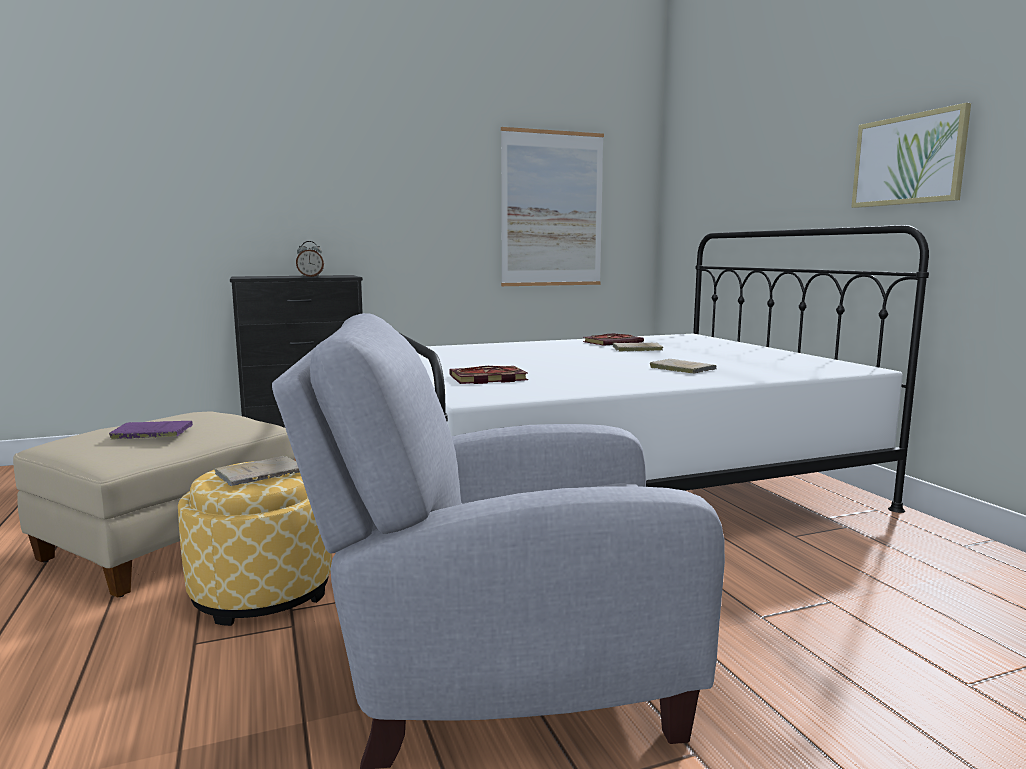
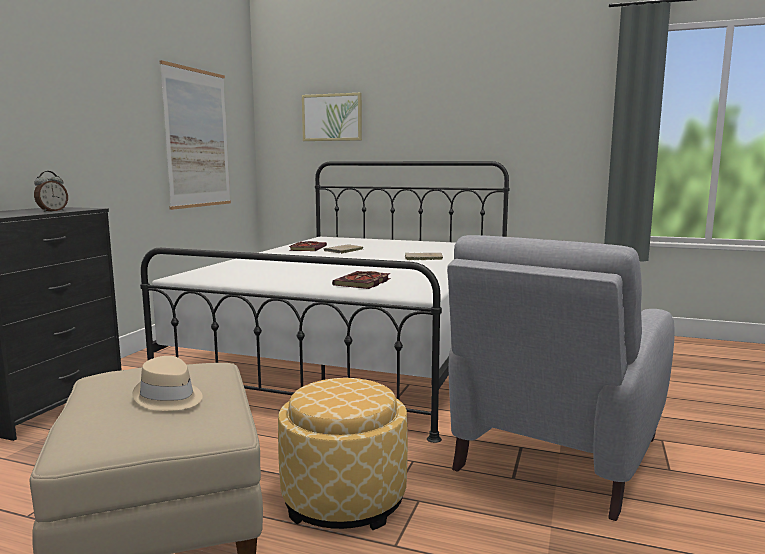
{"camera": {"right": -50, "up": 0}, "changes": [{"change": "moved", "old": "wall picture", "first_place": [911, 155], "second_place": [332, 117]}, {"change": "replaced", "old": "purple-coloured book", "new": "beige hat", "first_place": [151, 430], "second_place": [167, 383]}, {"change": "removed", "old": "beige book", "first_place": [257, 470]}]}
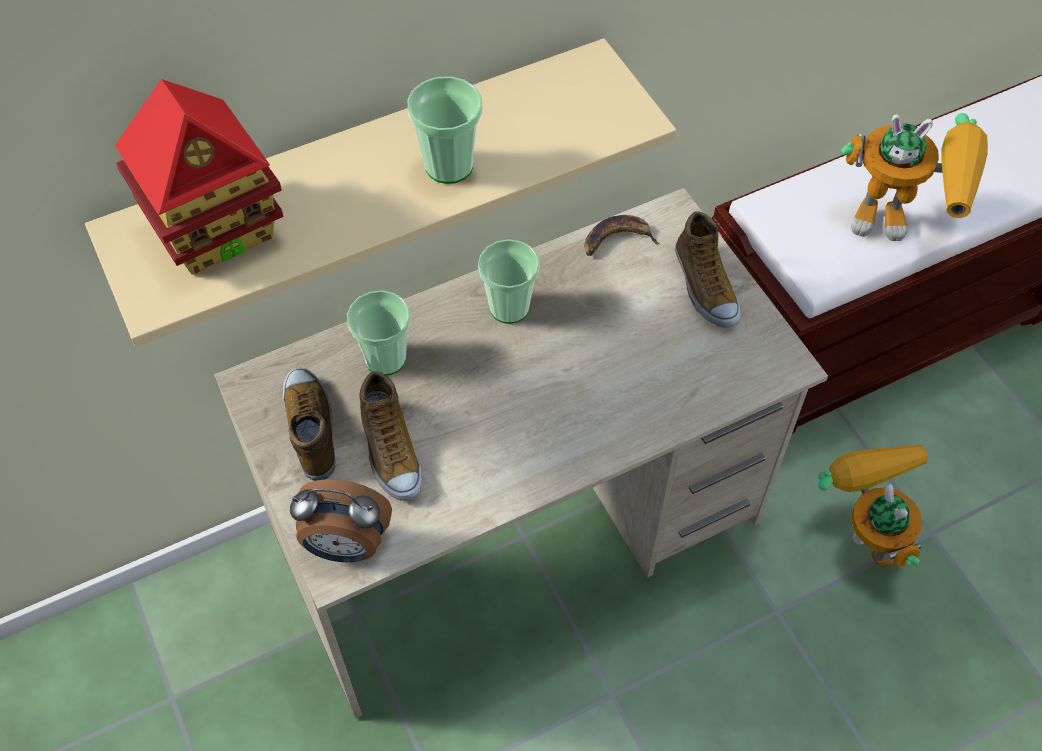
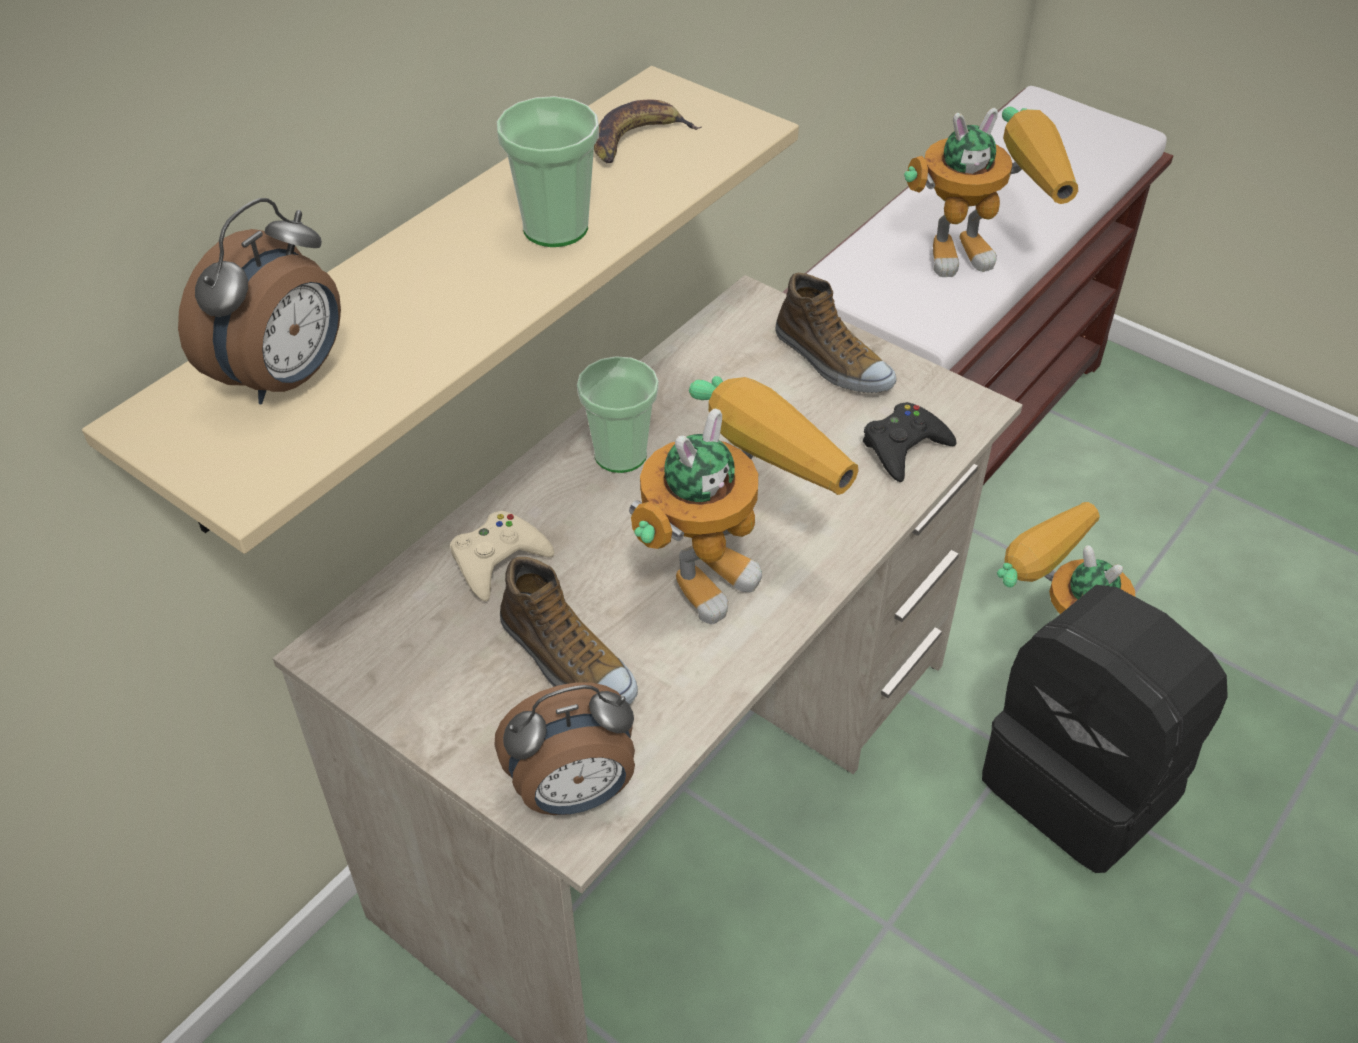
{"camera": {"right": -25, "up": -10}, "changes": [{"change": "replaced", "old": "model house", "new": "bedside clock", "first_place": [199, 177], "second_place": [259, 301]}, {"change": "moved", "old": "banana", "first_place": [621, 235], "second_place": [647, 131]}, {"change": "replaced", "old": "drinking cup", "new": "beige gamepad", "first_place": [379, 333], "second_place": [502, 556]}, {"change": "removed", "old": "item of footwear", "first_place": [309, 424]}, {"change": "added", "new": "toy robot", "second_place": [744, 500]}, {"change": "added", "new": "blackish gamepad", "second_place": [909, 442]}, {"change": "added", "new": "blackish backpack", "second_place": [1105, 729]}]}
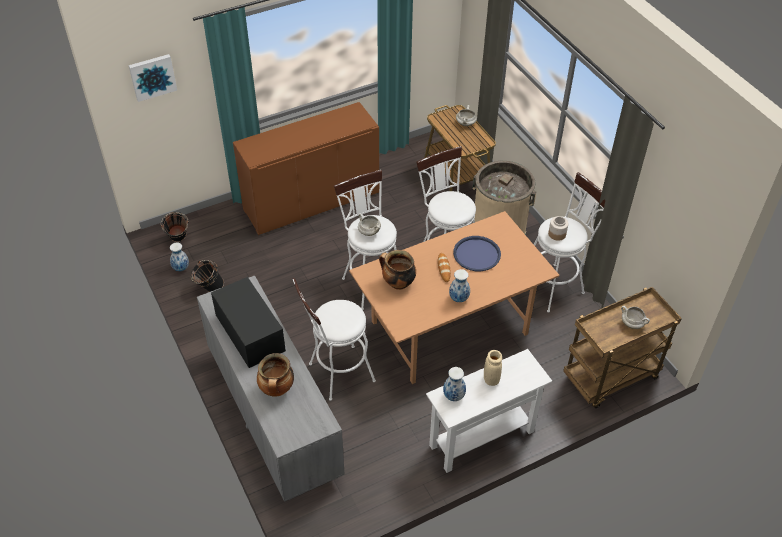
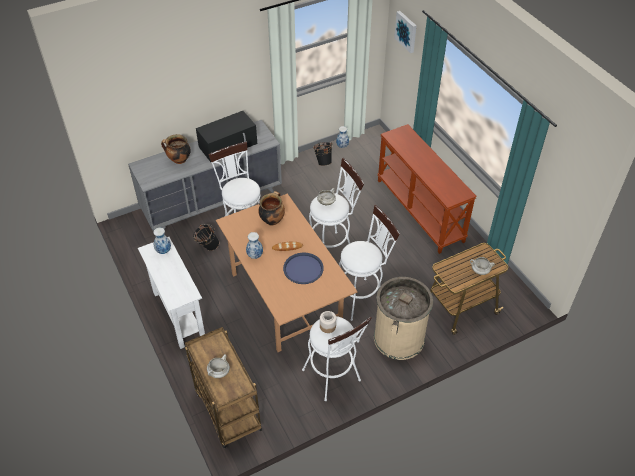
{"camera": {"right": 90, "up": 0}, "changes": [{"change": "replaced", "old": "brown cupboard", "new": "brown console table", "first_place": [306, 168], "second_place": [427, 189]}, {"change": "moved", "old": "blackish water bucket", "first_place": [174, 227], "second_place": [206, 237]}, {"change": "removed", "old": "beige vase", "first_place": [493, 368]}]}
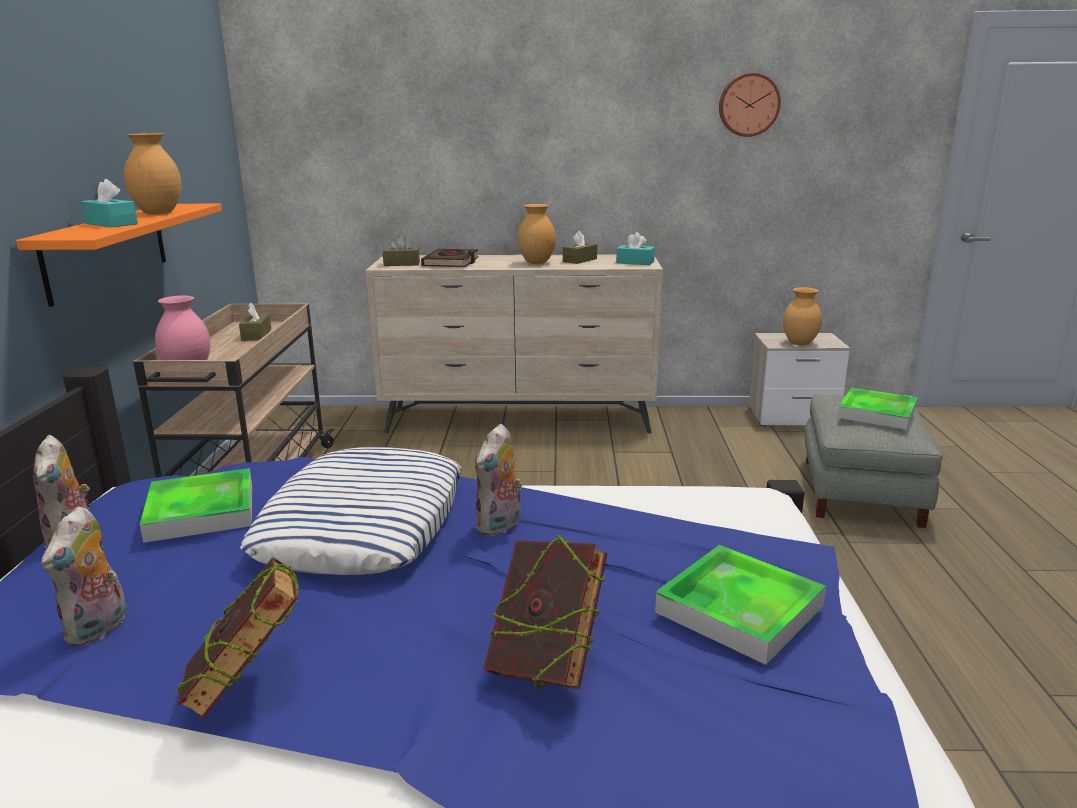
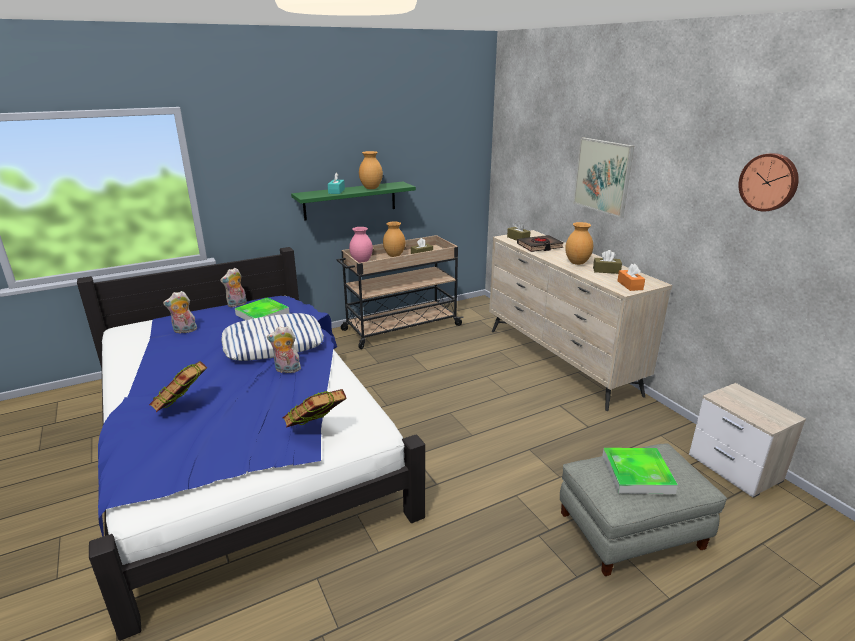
{"camera": {"right": 60, "up": 5}, "changes": [{"change": "recoloured", "old": "orangey bracket shelf", "new": "greenish bracket shelf", "first_place": [119, 255], "second_place": [353, 201]}, {"change": "recoloured", "old": "turquoise-coloured tissue holder", "new": "orangey tissue holder", "first_place": [635, 248], "second_place": [631, 277]}, {"change": "moved", "old": "brown vase", "first_place": [802, 316], "second_place": [394, 239]}, {"change": "removed", "old": "tray", "first_place": [740, 605]}, {"change": "moved", "old": "book", "first_place": [237, 638], "second_place": [315, 408]}, {"change": "added", "new": "wall picture", "second_place": [603, 177]}]}
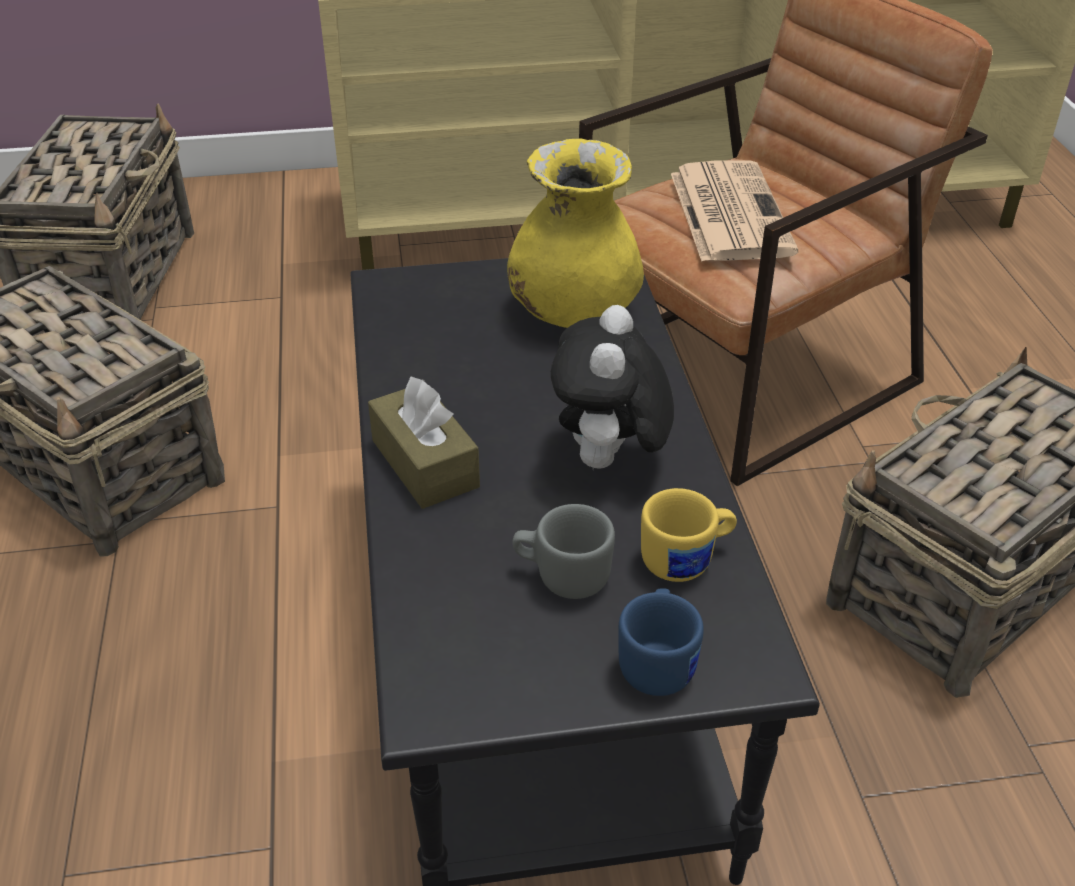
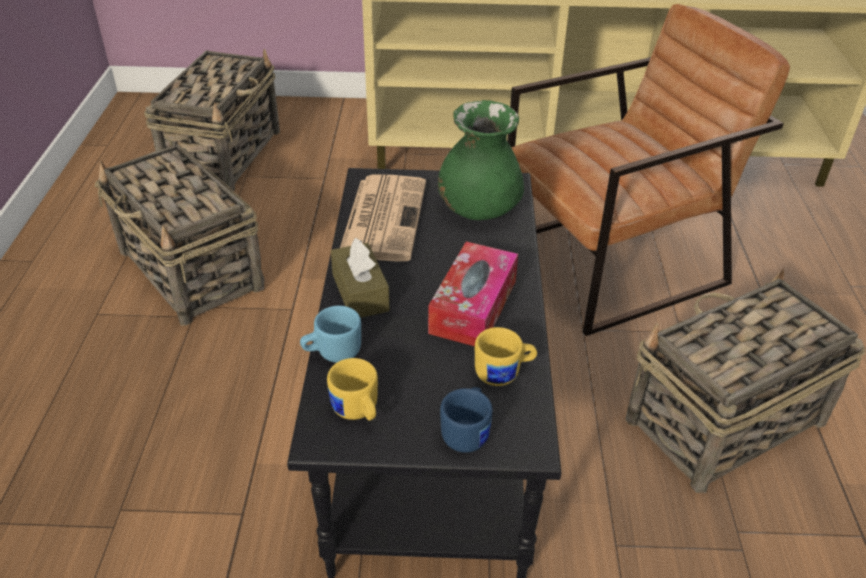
{"camera": {"right": 10, "up": 0}, "changes": [{"change": "recoloured", "old": "yellow vase", "new": "greenish vase", "first_place": [575, 233], "second_place": [481, 160]}, {"change": "moved", "old": "newspaper", "first_place": [734, 211], "second_place": [383, 217]}, {"change": "replaced", "old": "soft toy", "new": "tissue holder", "first_place": [612, 387], "second_place": [473, 294]}, {"change": "removed", "old": "gray mug", "first_place": [563, 551]}, {"change": "added", "new": "blue-coloured mug", "second_place": [330, 334]}, {"change": "added", "new": "yellow mug", "second_place": [352, 389]}]}
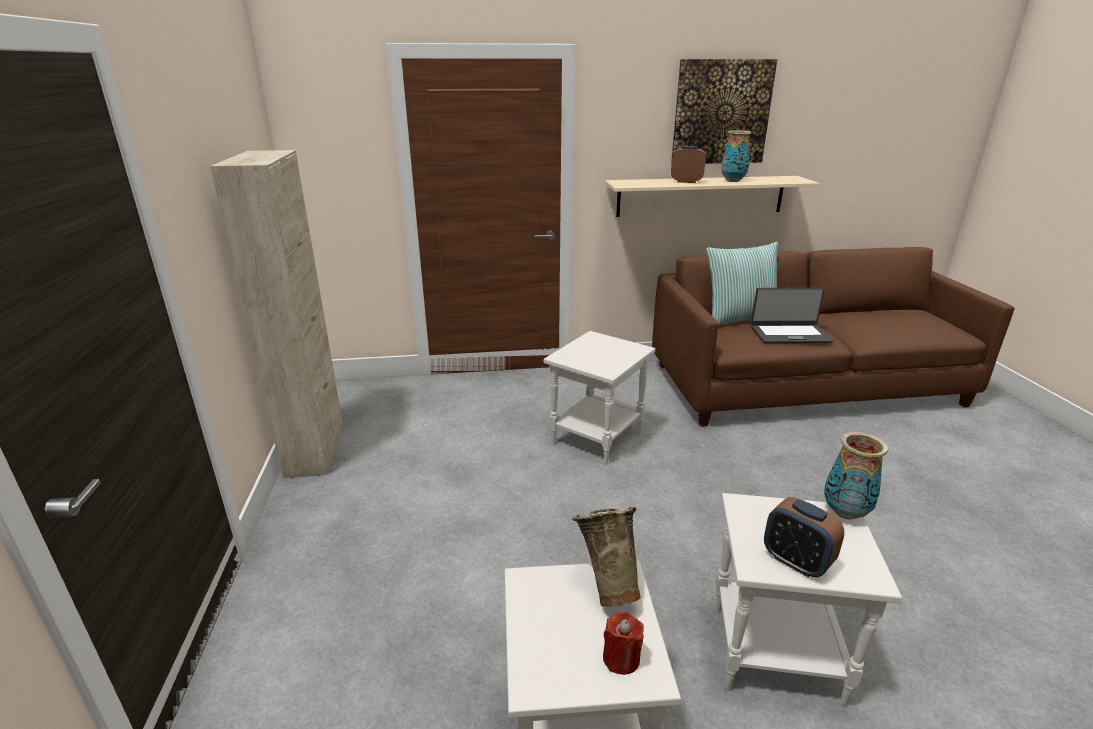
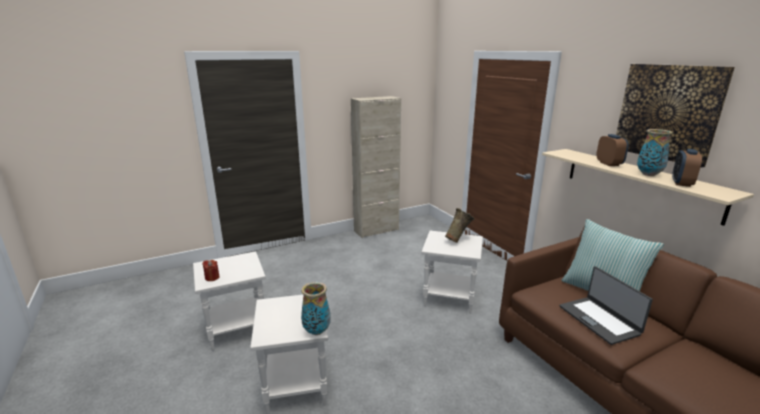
{"camera": {"right": 70, "up": -5}, "changes": [{"change": "moved", "old": "bedside clock", "first_place": [804, 537], "second_place": [687, 168]}, {"change": "moved", "old": "beige vase", "first_place": [606, 556], "second_place": [460, 225]}]}
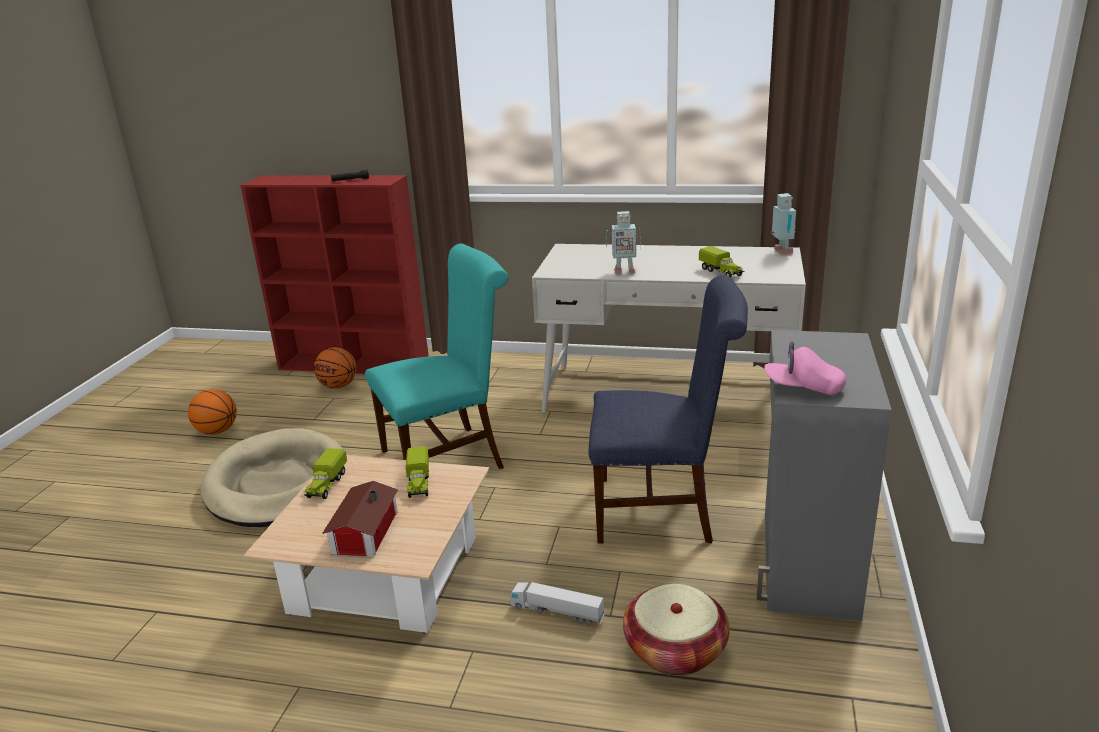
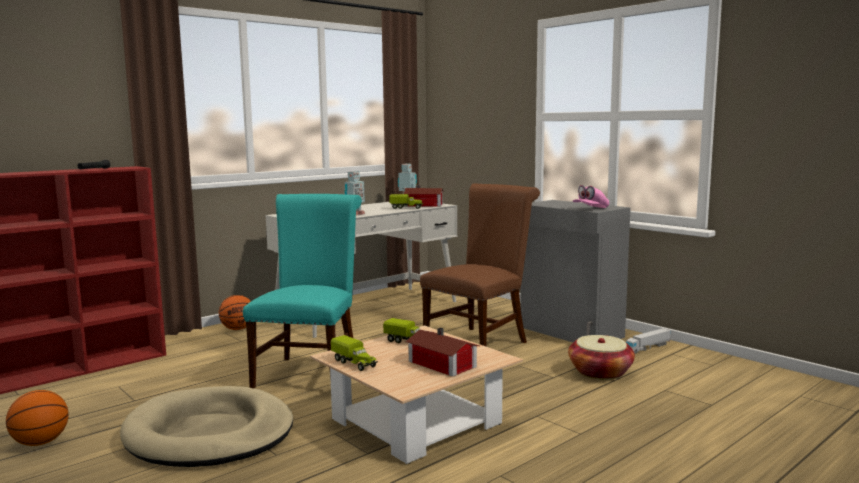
{"camera": {"right": -55, "up": -15}, "changes": [{"change": "recoloured", "old": "blue-coloured plain chair", "new": "brown plain chair", "first_place": [668, 409], "second_place": [480, 265]}, {"change": "moved", "old": "basketball ball", "first_place": [335, 368], "second_place": [235, 312]}, {"change": "moved", "old": "toy truck", "first_place": [557, 603], "second_place": [648, 341]}, {"change": "added", "new": "model house", "second_place": [424, 196]}]}
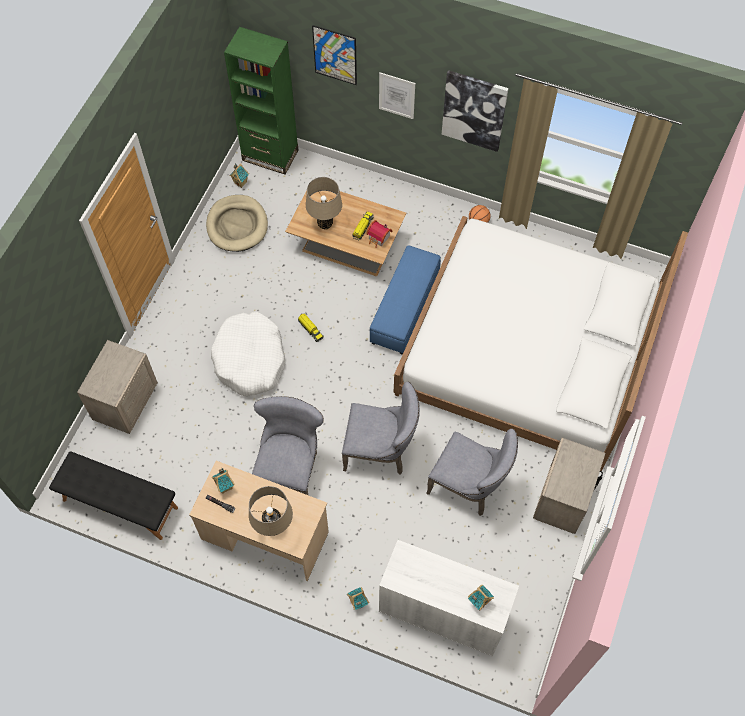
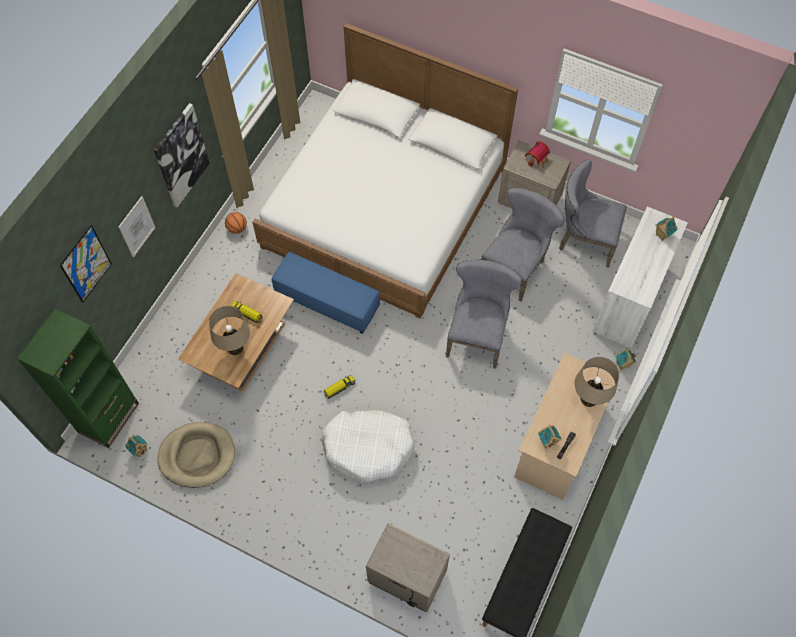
{"camera": {"right": -85, "up": 0}, "changes": [{"change": "moved", "old": "model house", "first_place": [379, 234], "second_place": [537, 154]}, {"change": "moved", "old": "gray plain chair", "first_place": [288, 445], "second_place": [593, 213]}]}
